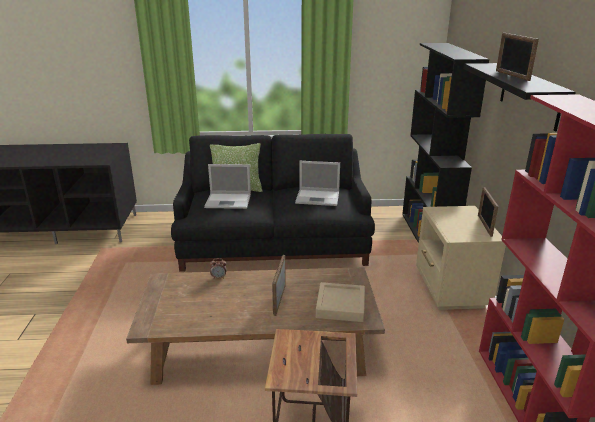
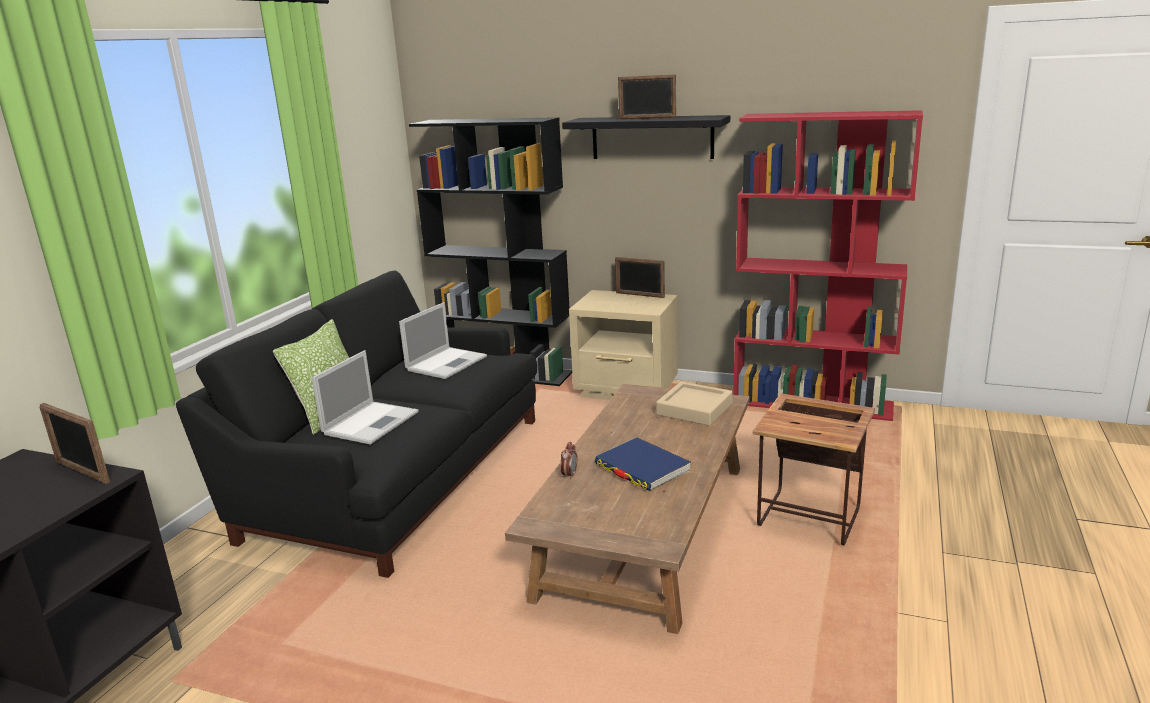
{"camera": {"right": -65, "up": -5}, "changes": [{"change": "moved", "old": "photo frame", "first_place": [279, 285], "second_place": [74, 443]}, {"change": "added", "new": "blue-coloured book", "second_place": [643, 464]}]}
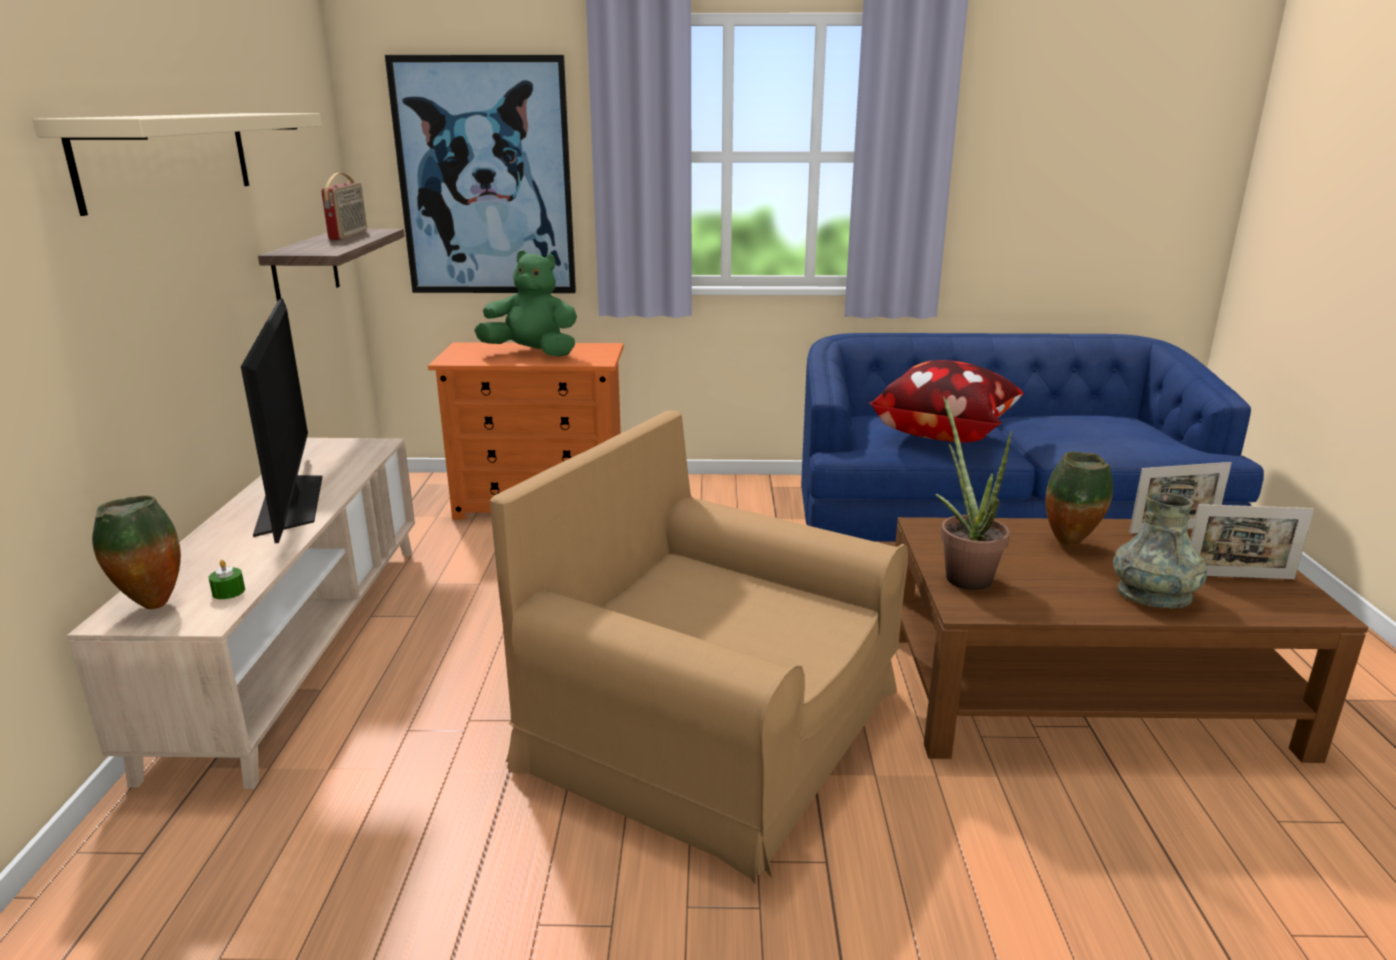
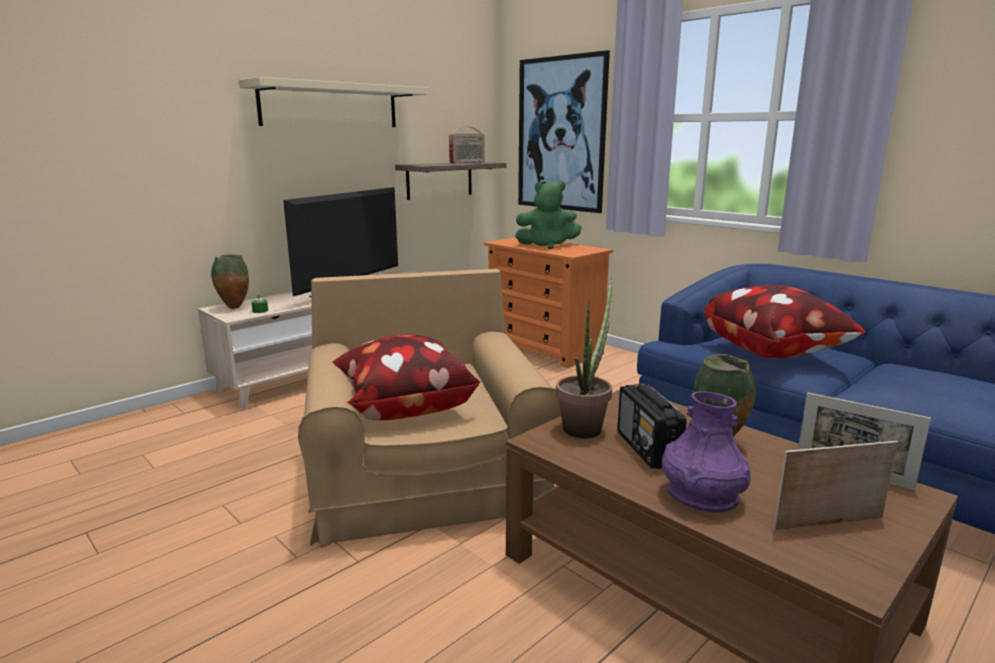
{"camera": {"right": 45, "up": -5}, "changes": [{"change": "turned", "old": "greenish soft toy", "first_place": [525, 303], "second_place": [548, 215], "degrees": 120}, {"change": "recoloured", "old": "gray vase", "new": "purple-coloured vase", "first_place": [1160, 551], "second_place": [706, 451]}, {"change": "turned", "old": "photo frame", "first_place": [1252, 541], "second_place": [836, 486], "degrees": 120}, {"change": "added", "new": "pillow", "second_place": [406, 377]}, {"change": "added", "new": "radio receiver", "second_place": [652, 426]}]}
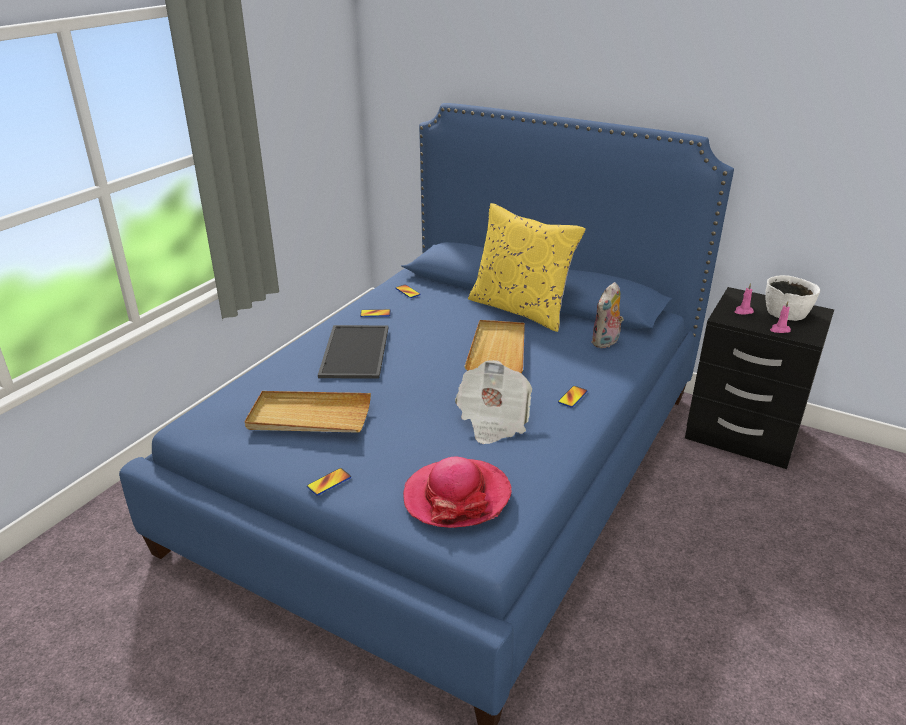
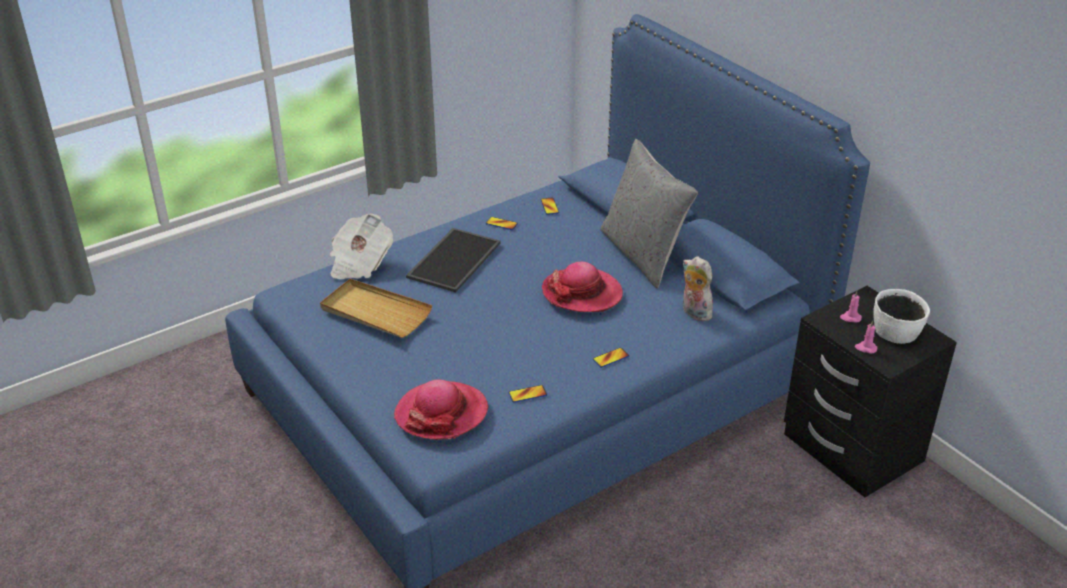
{"camera": {"right": 25, "up": 5}, "changes": [{"change": "recoloured", "old": "yellow pillow", "new": "gray pillow", "first_place": [527, 267], "second_place": [649, 213]}, {"change": "turned", "old": "soft toy", "first_place": [607, 315], "second_place": [698, 288], "degrees": 75}, {"change": "replaced", "old": "beige tray", "new": "hat", "first_place": [494, 346], "second_place": [582, 287]}, {"change": "moved", "old": "newspaper", "first_place": [493, 402], "second_place": [361, 246]}, {"change": "moved", "old": "telephone", "first_place": [329, 481], "second_place": [528, 394]}]}
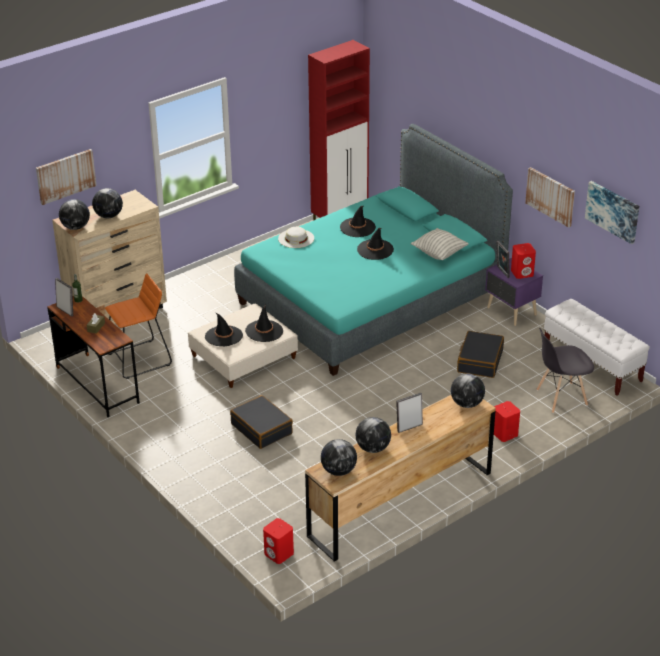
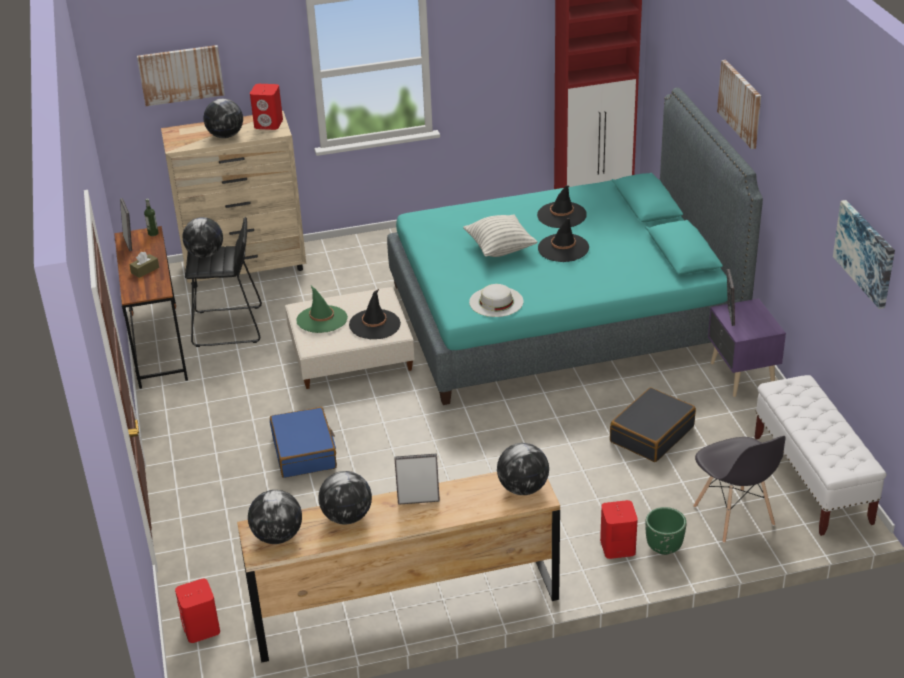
{"camera": {"right": 25, "up": 0}, "changes": [{"change": "moved", "old": "wall picture", "first_place": [550, 197], "second_place": [739, 104]}, {"change": "moved", "old": "desk globe", "first_place": [74, 214], "second_place": [202, 237]}, {"change": "moved", "old": "whitish hat", "first_place": [296, 237], "second_place": [496, 300]}, {"change": "moved", "old": "pillow", "first_place": [440, 244], "second_place": [500, 236]}, {"change": "moved", "old": "reddish loudspeaker", "first_place": [523, 261], "second_place": [266, 107]}, {"change": "recoloured", "old": "orangey sitting stool", "new": "blackish sitting stool", "first_place": [138, 326], "second_place": [223, 282]}, {"change": "recoloured", "old": "blackish hat", "new": "greenish hat", "first_place": [224, 329], "second_place": [322, 309]}, {"change": "turned", "old": "gray plain chair", "first_place": [565, 370], "second_place": [739, 489], "degrees": -120}, {"change": "recoloured", "old": "blackish suitcase", "new": "blue-coloured suitcase", "first_place": [261, 422], "second_place": [303, 442]}, {"change": "added", "new": "greenish planter", "second_place": [665, 531]}]}
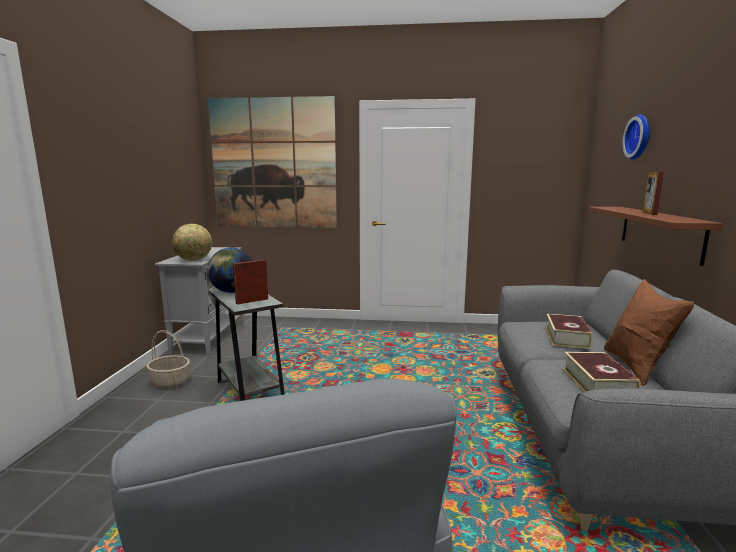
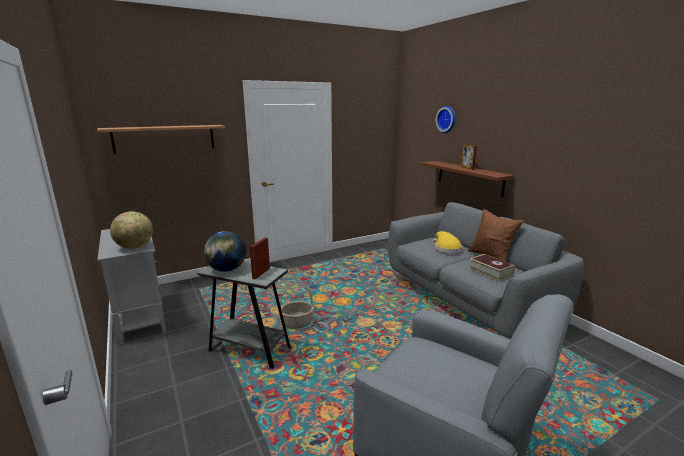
{"camera": {"right": -35, "up": 5}, "changes": [{"change": "replaced", "old": "wall picture", "new": "bracket shelf", "first_place": [272, 162], "second_place": [161, 139]}, {"change": "replaced", "old": "book", "new": "yellow hat", "first_place": [569, 331], "second_place": [447, 242]}, {"change": "moved", "old": "storage basket", "first_place": [168, 359], "second_place": [297, 306]}]}
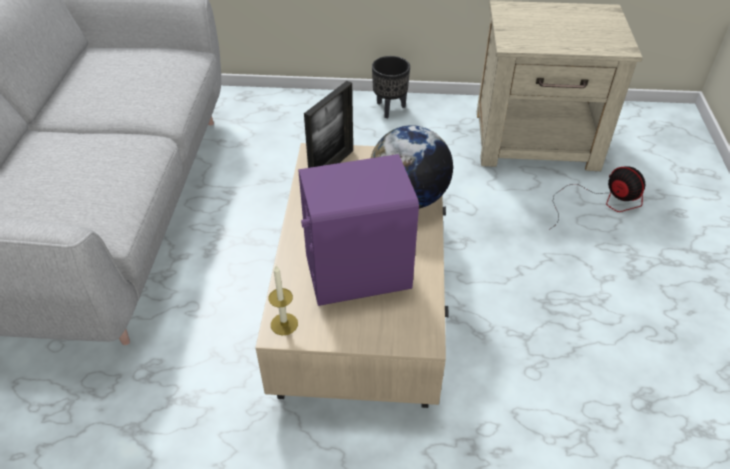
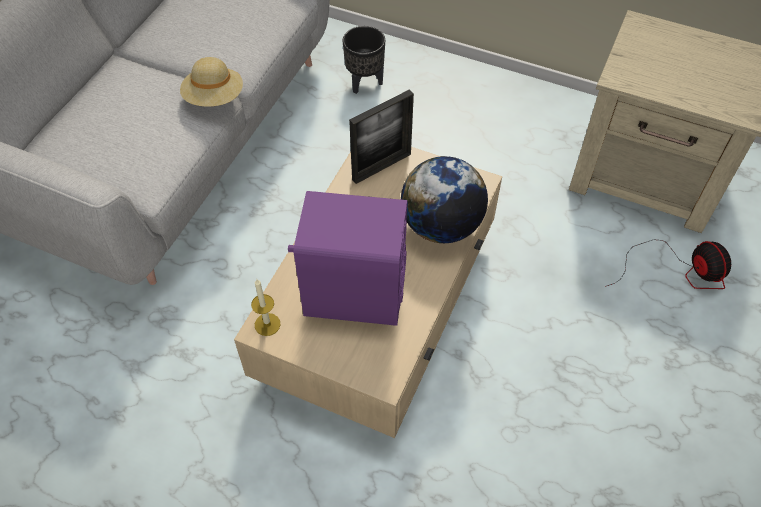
{"camera": {"right": 20, "up": 10}, "changes": [{"change": "moved", "old": "blackish planter", "first_place": [391, 87], "second_place": [364, 60]}, {"change": "added", "new": "beige hat", "second_place": [211, 82]}]}
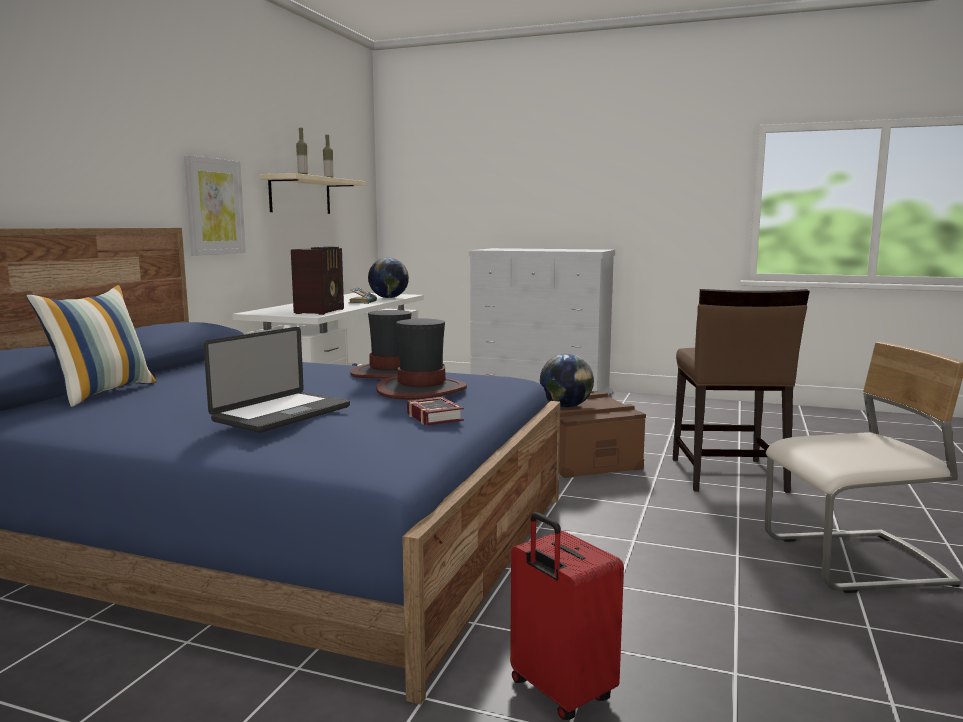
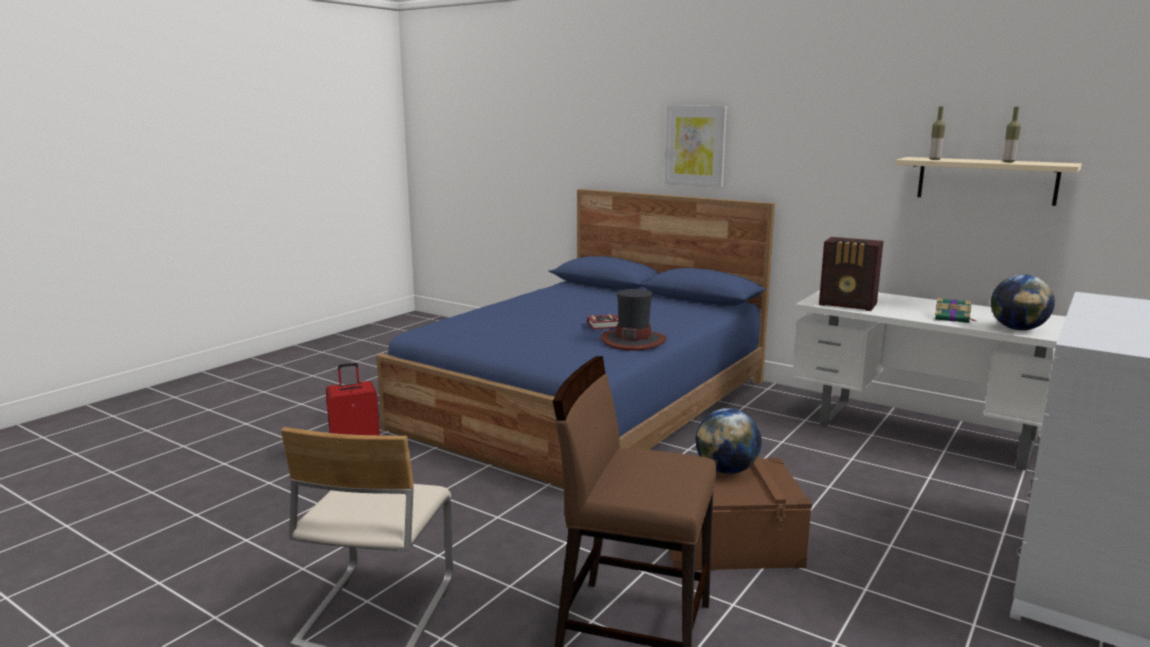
{"camera": {"right": 105, "up": 5}, "changes": [{"change": "moved", "old": "wall picture", "first_place": [215, 205], "second_place": [695, 147]}, {"change": "removed", "old": "pillow", "first_place": [91, 346]}, {"change": "removed", "old": "hat", "first_place": [421, 359]}, {"change": "removed", "old": "portable computer", "first_place": [277, 379]}, {"change": "moved", "old": "book", "first_place": [435, 411], "second_place": [603, 321]}]}
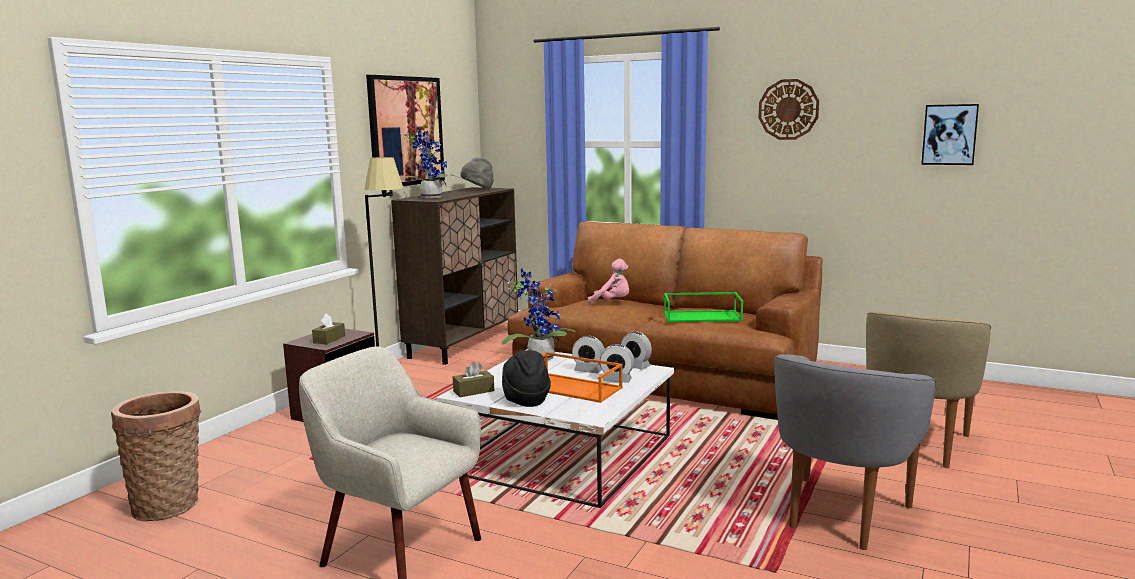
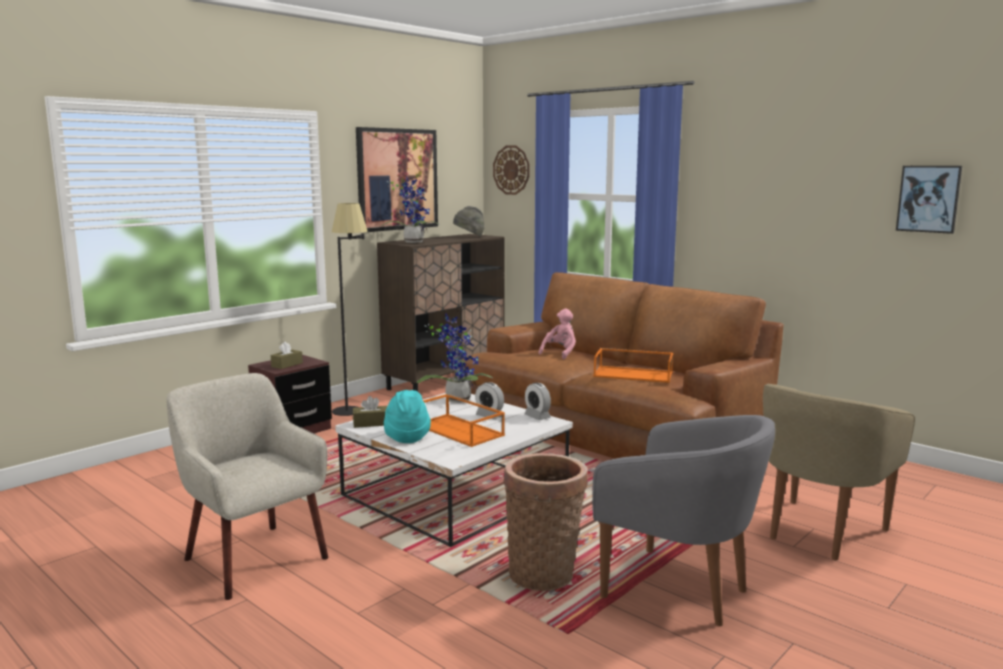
{"camera": {"right": 15, "up": 0}, "changes": [{"change": "moved", "old": "clock on the wall", "first_place": [788, 109], "second_place": [511, 170]}, {"change": "turned", "old": "pink-coloured soft toy", "first_place": [608, 282], "second_place": [557, 334], "degrees": -90}, {"change": "recoloured", "old": "greenish tray", "new": "orangey tray", "first_place": [703, 307], "second_place": [633, 365]}, {"change": "removed", "old": "bedside clock", "first_place": [617, 363]}, {"change": "recoloured", "old": "blackish hat", "new": "turquoise-coloured hat", "first_place": [526, 378], "second_place": [407, 416]}, {"change": "turned", "old": "gray lounge chair", "first_place": [855, 452], "second_place": [683, 520], "degrees": -105}, {"change": "moved", "old": "storage basket", "first_place": [156, 456], "second_place": [545, 522]}]}
